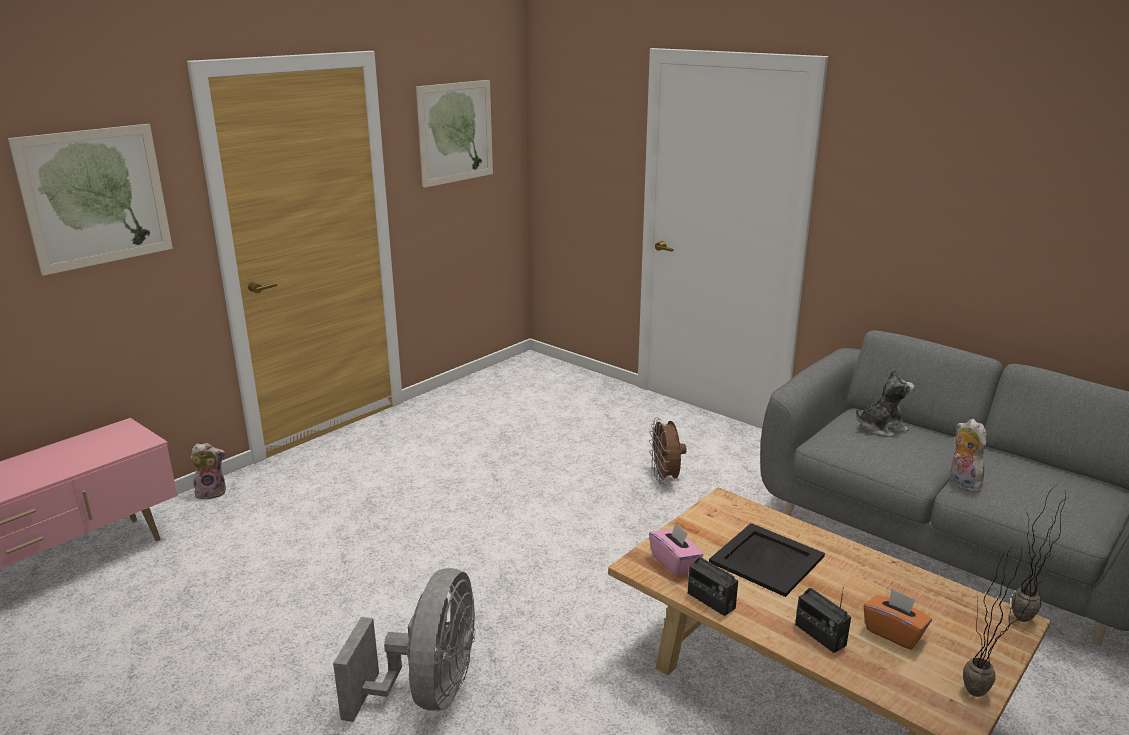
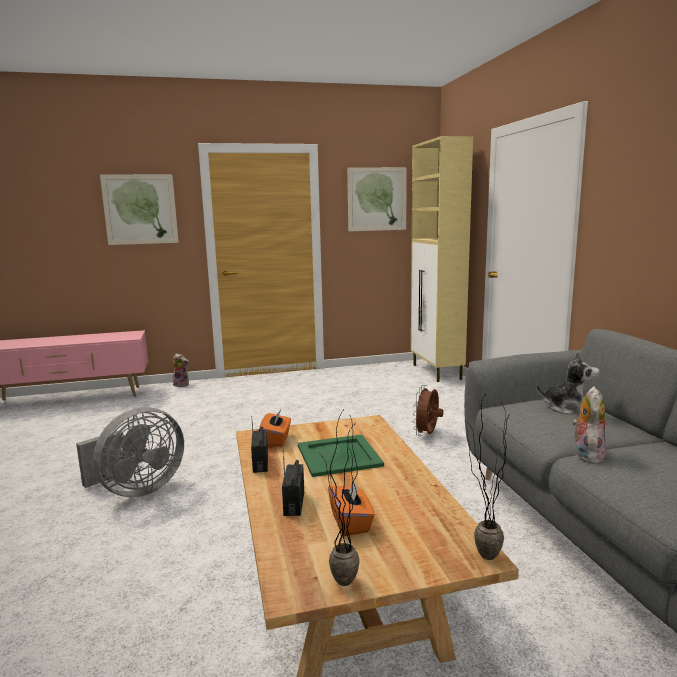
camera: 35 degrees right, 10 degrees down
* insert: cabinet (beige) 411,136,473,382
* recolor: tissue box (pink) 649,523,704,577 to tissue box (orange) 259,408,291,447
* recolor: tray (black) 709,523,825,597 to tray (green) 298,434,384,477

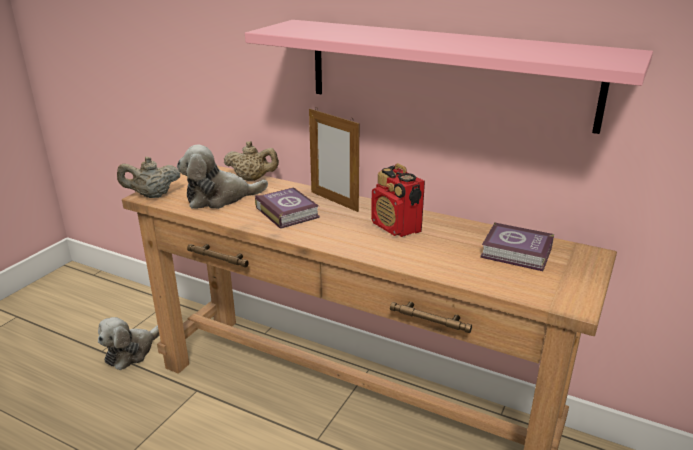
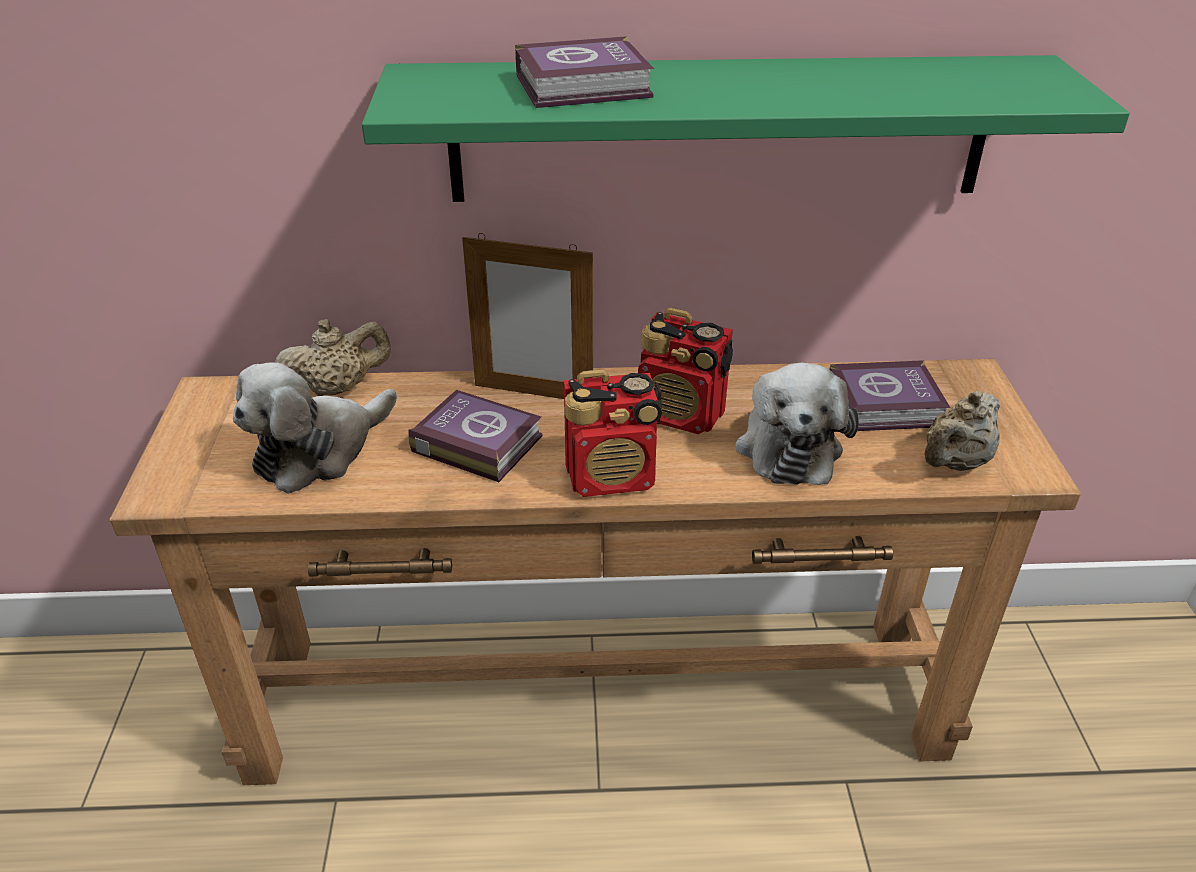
camera: 30 degrees left, 10 degrees up
* insert: book 515,36,654,108
* insert: radio 564,369,662,497
* move: plush toy 98,317,159,370 to 735,363,859,485
* move: teapot (beige) 117,157,180,198 to 924,391,1000,471
* recolor: shelf (pink) 245,20,653,134 to shelf (green) 362,55,1130,202

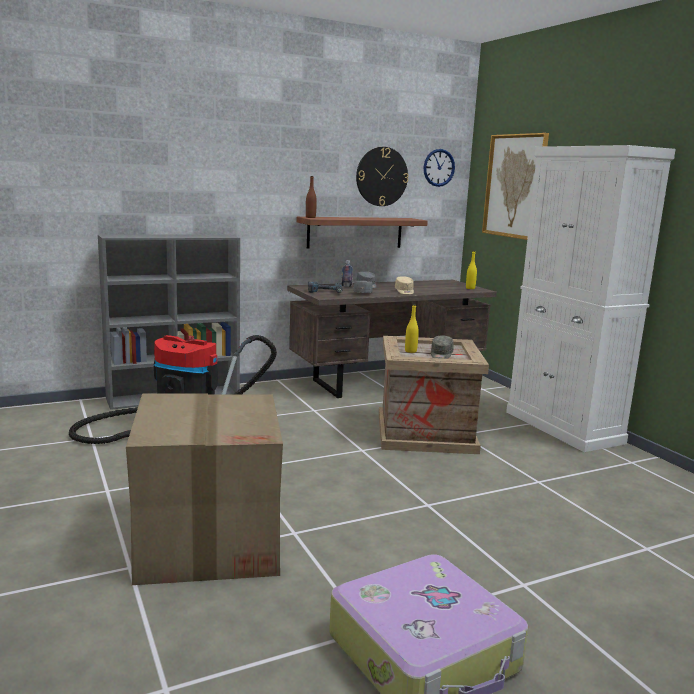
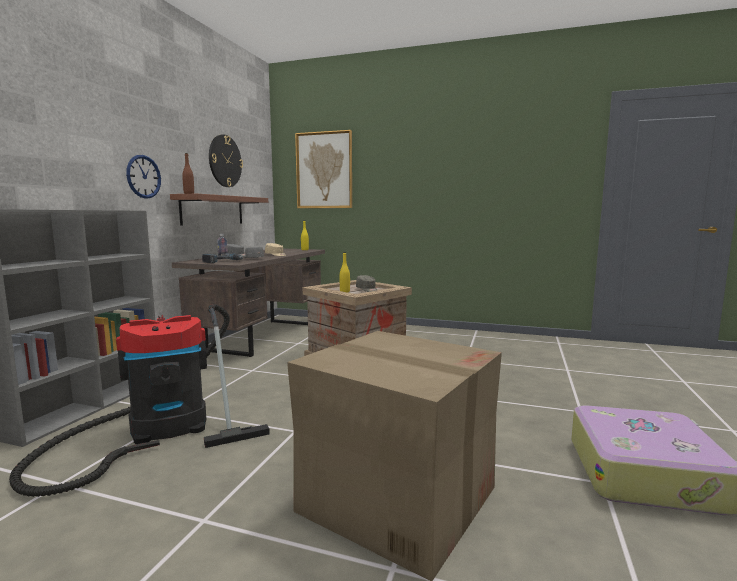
camera: 45 degrees left, 5 degrees down
* delete: cabinet (white) 506,145,676,452
* move: wall clock 424,149,455,187 to 126,155,161,199

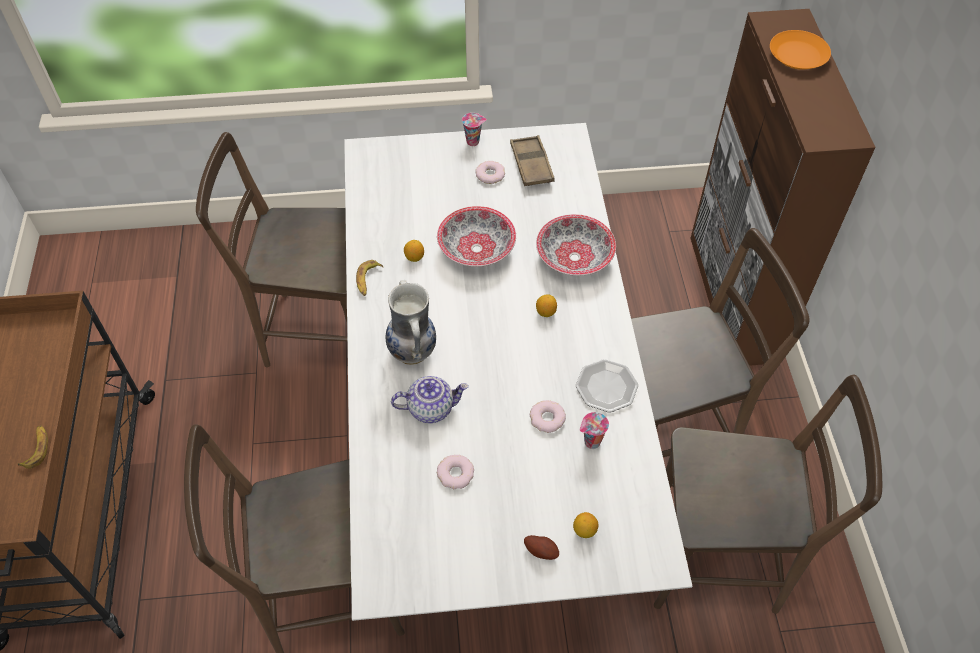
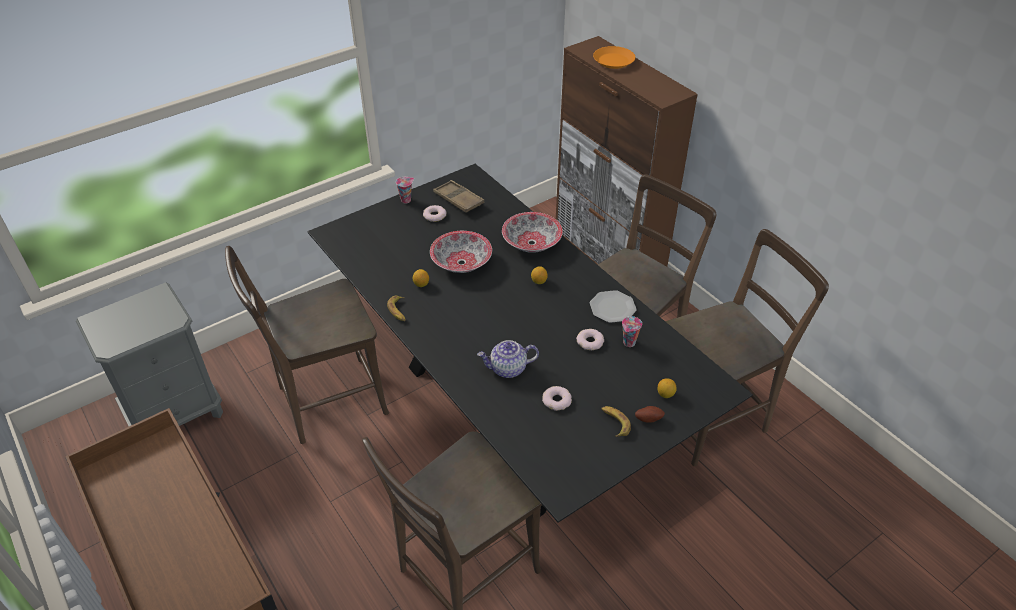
camera: 30 degrees left, 10 degrees down
* delete: vase 386,280,436,365
* insert: nightstand (grey) 76,282,223,426
* move: banana 17,426,48,469 to 601,406,631,437
* recolor: dining table (white) 344,123,693,621 to dining table (black) 307,164,753,523
* rotate: teapot 391,376,468,423 = 477,340,539,378 150 degrees counterclockwise

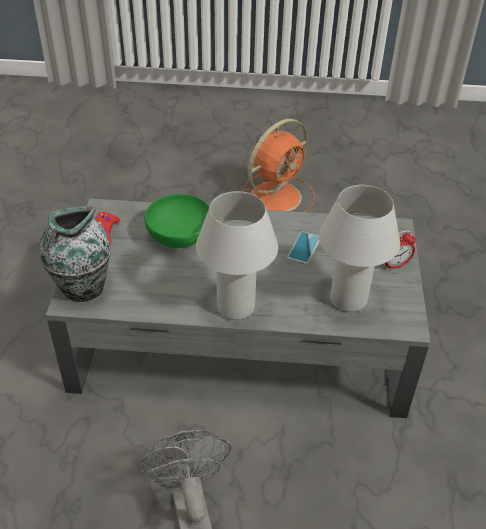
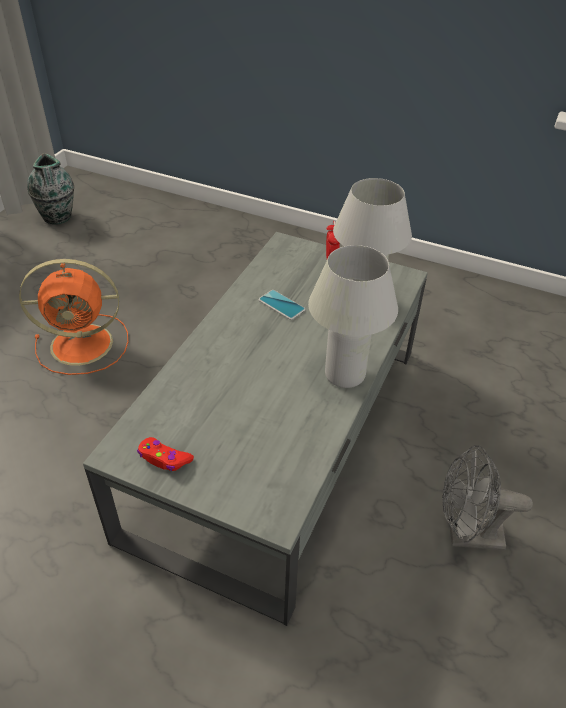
camera: 70 degrees left, 0 degrees up
* delete: bowl (green) 145,194,210,248
* move: vase 39,206,111,302 to 27,153,74,224
* rotate: fan (orange) 243,119,315,212 = 19,259,128,375 105 degrees clockwise

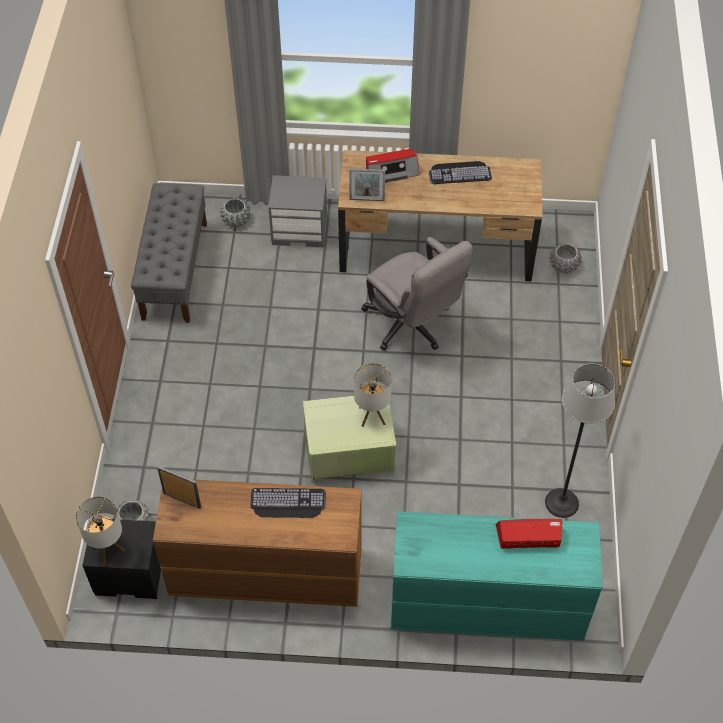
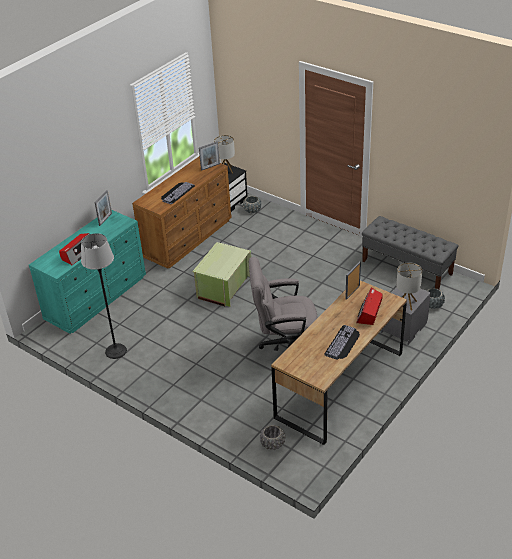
camera: 125 degrees right, 15 degrees down
* insert: picture frame 95,190,112,226
* move: table lamp 354,363,392,427 to 396,262,422,310

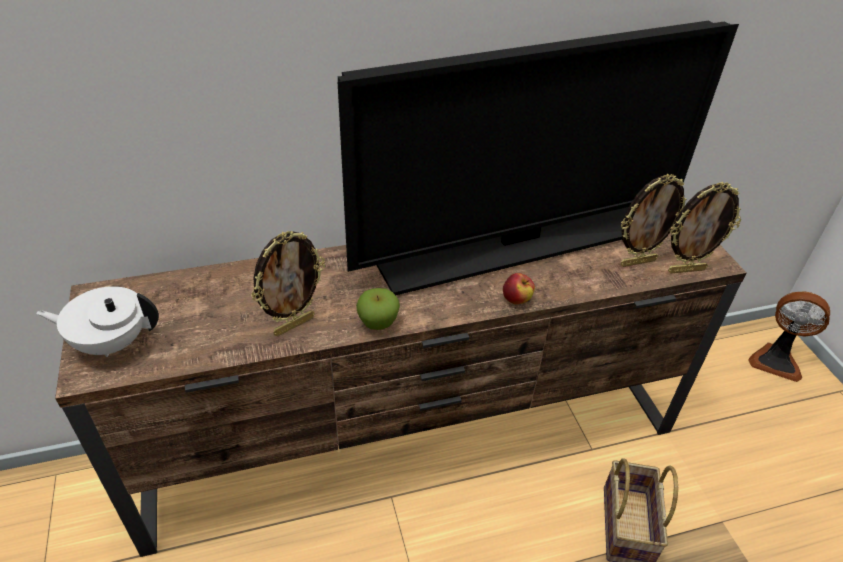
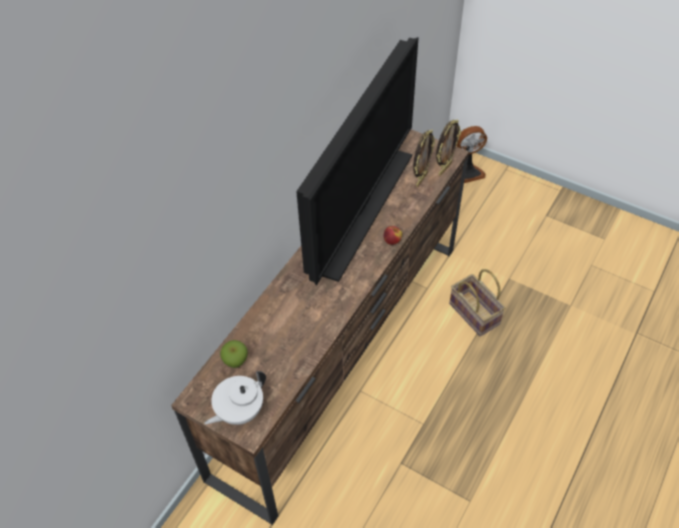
camera: 40 degrees left, 10 degrees up
* delete: picture frame 251,231,325,336
* move: apple 356,288,400,330 to 220,340,248,368

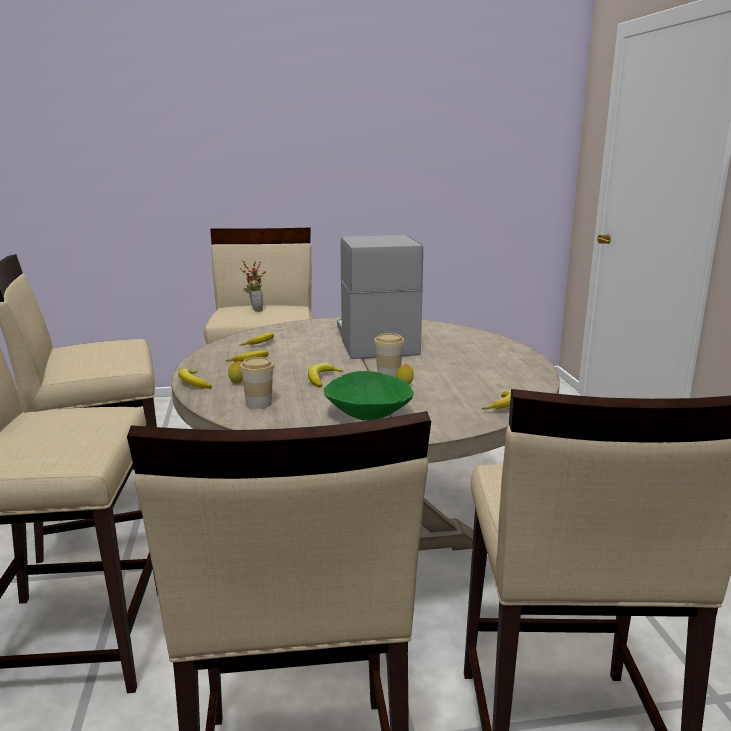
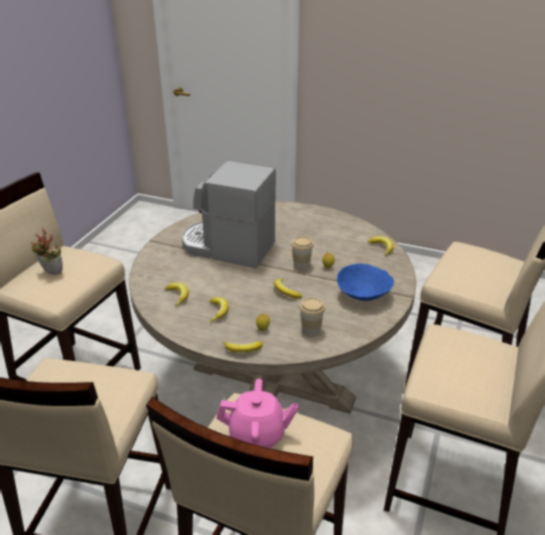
camera: 60 degrees left, 15 degrees up
* insert: teapot (pink) 216,379,299,448
* recolor: bowl (green) 324,371,414,420 to bowl (blue) 337,264,394,301

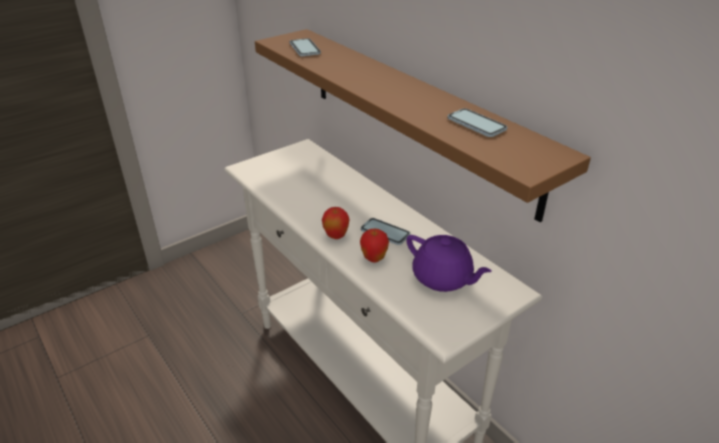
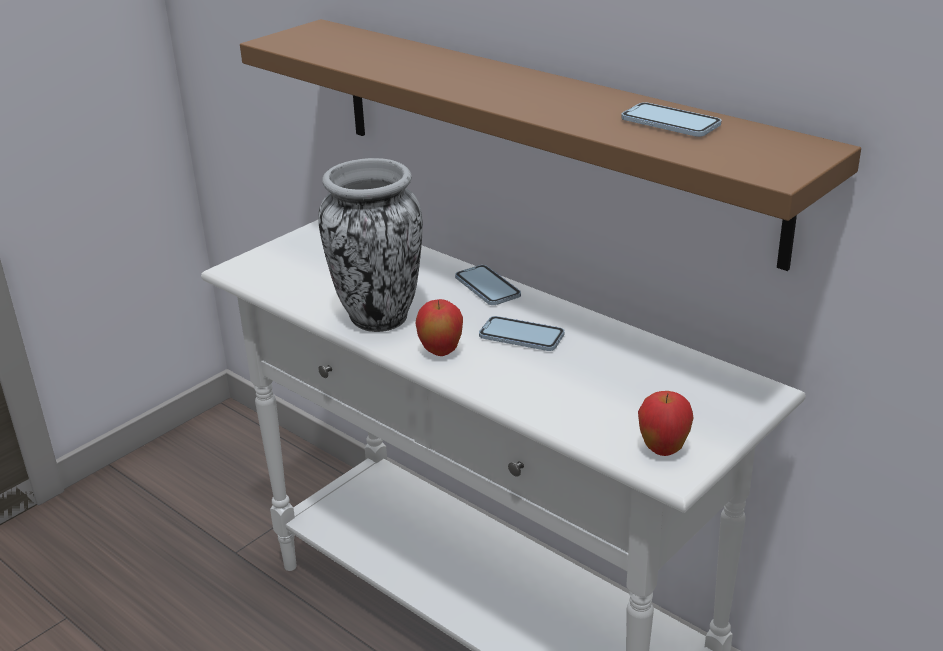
camera: 10 degrees left, 5 degrees down
* delete: teapot (purple) 406,235,492,292
* insert: vase 319,158,423,332
* move: phone 290,38,321,56 to 455,265,521,305
* move: apple 360,229,389,263 to 638,391,694,456

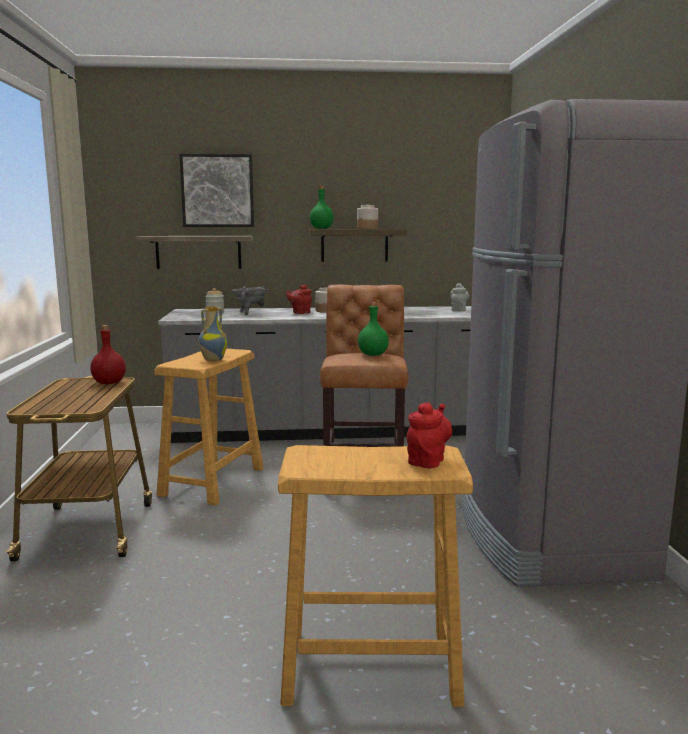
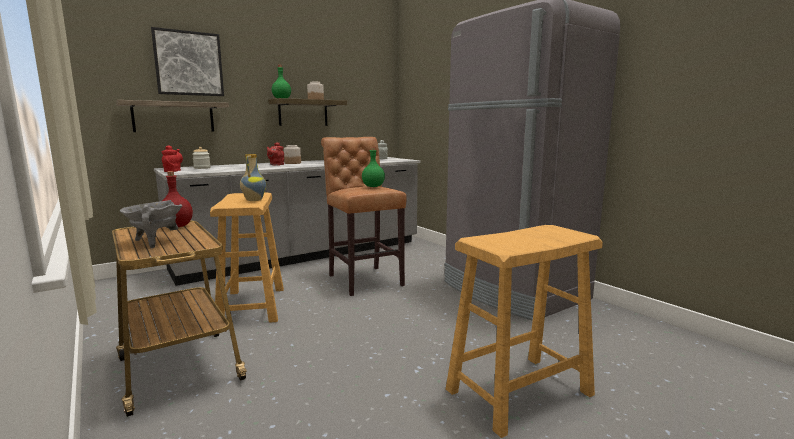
camera: 30 degrees left, 0 degrees up
* move: cooking pot (grey) 232,286,268,315 to 120,200,183,248
* move: teapot (red) 406,402,452,468 to 162,145,183,172

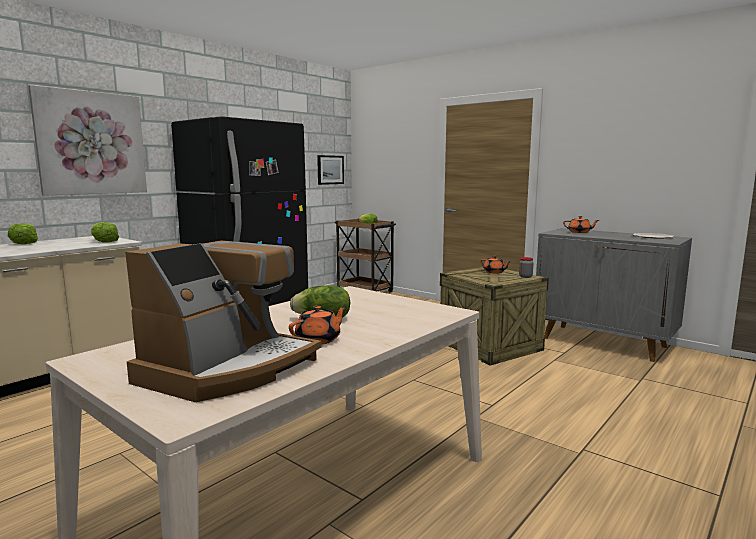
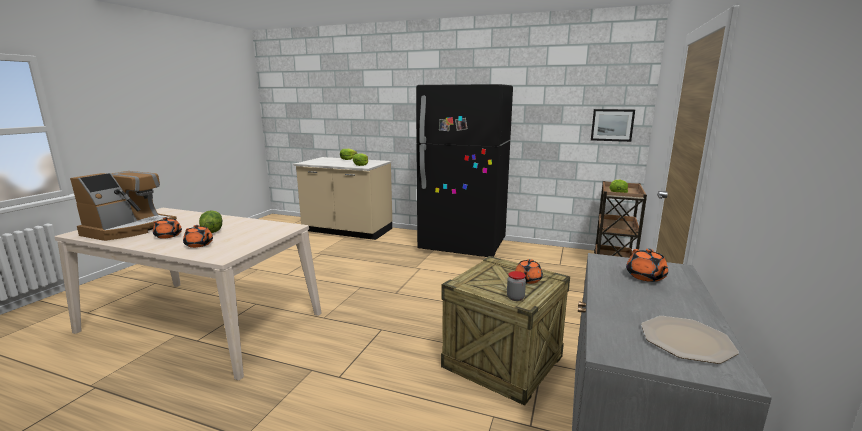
camera: 70 degrees right, 5 degrees up
* delete: picture 28,85,147,196
* insert: teapot (orange) 183,225,213,248
* rotate: coffee machine 125,241,322,402 = 70,171,177,241 75 degrees counterclockwise

